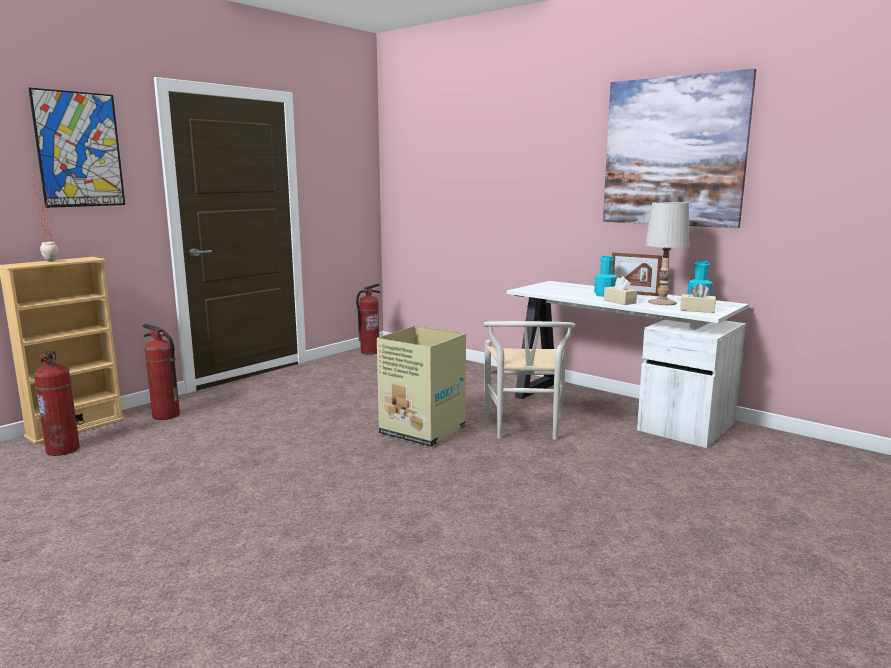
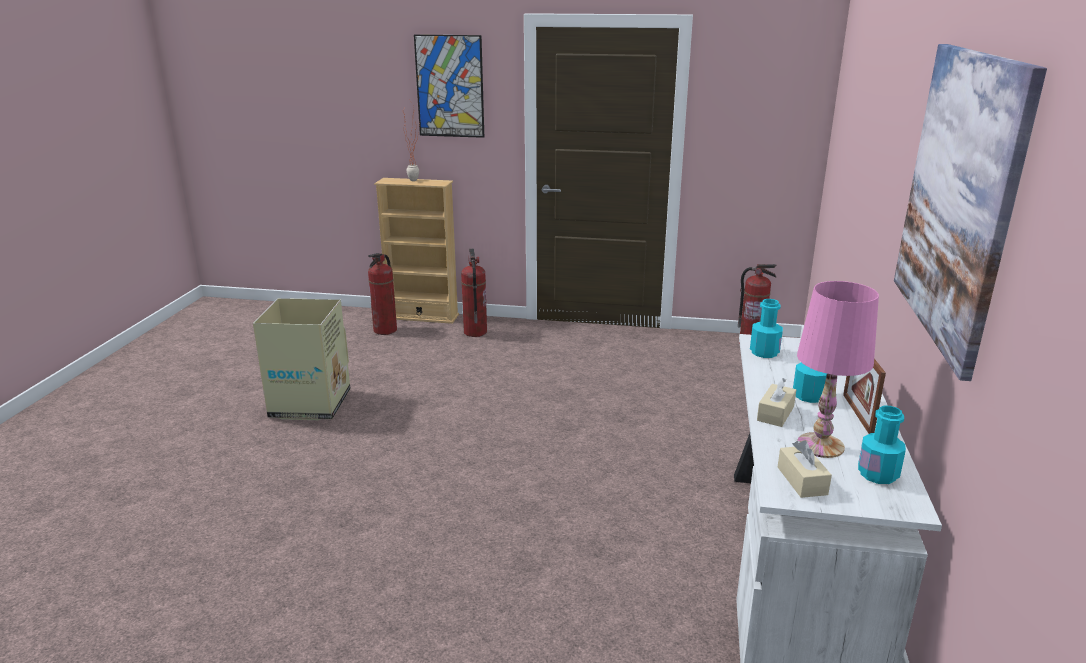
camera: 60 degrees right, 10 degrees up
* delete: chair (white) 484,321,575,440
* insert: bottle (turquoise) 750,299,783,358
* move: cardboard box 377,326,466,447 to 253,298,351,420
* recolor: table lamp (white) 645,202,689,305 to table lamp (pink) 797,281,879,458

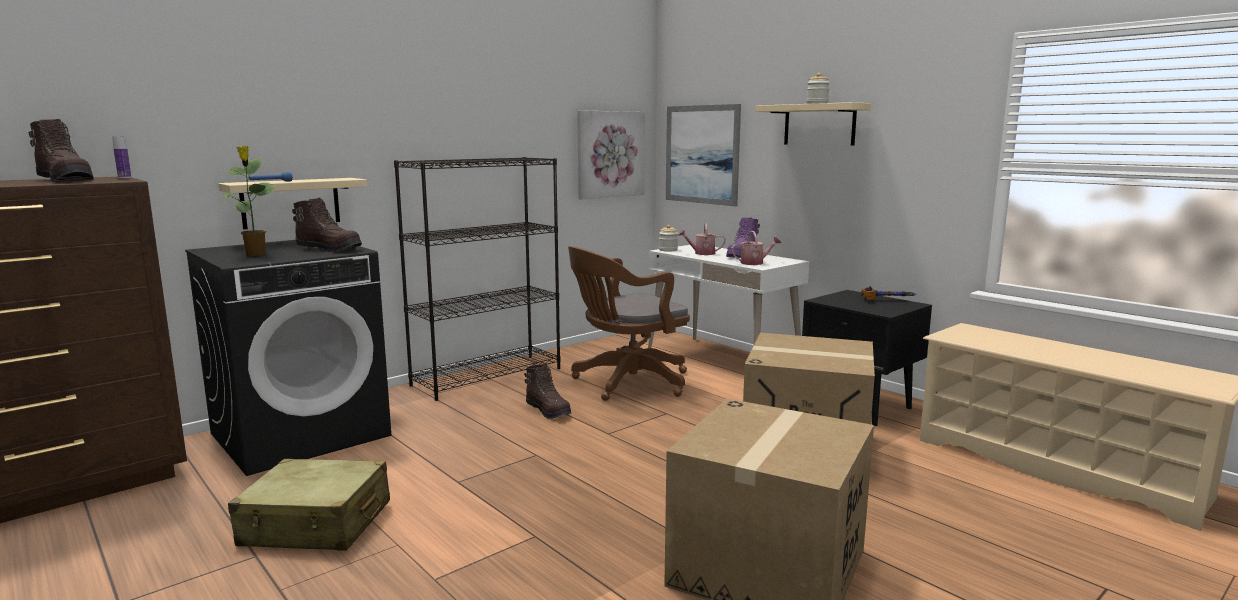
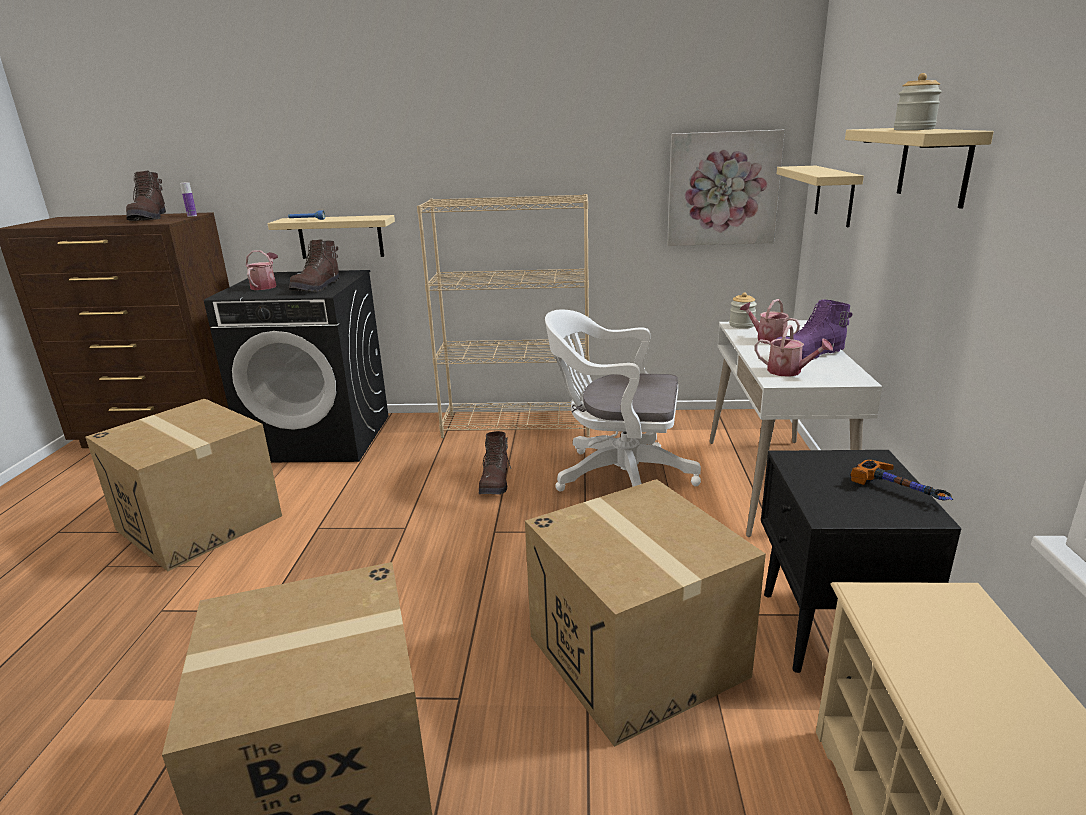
camera: 45 degrees right, 10 degrees up
* replace: potted plant 221,146,275,256 to watering can 246,251,278,290
* replace: suitcase (beige) 228,459,390,551 to cardboard box 85,399,282,571
* replace: picture 666,104,741,206 to shelf (beige) 777,166,864,227
* recolor: bookcase (black) 394,157,561,401 to bookcase (beige) 417,194,590,438
* recolor: office chair (brown) 568,246,690,401 to office chair (white) 545,309,701,491
* rotate: boot (brown) 292,197,362,252 = 289,239,340,292 45 degrees clockwise

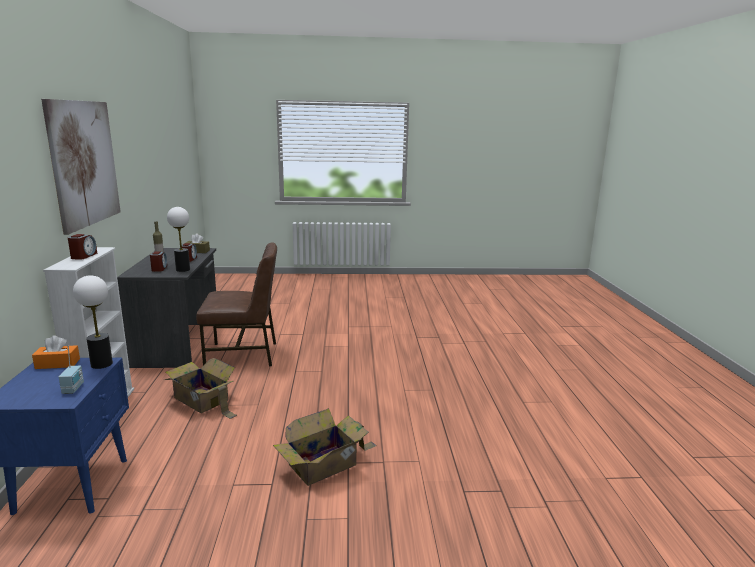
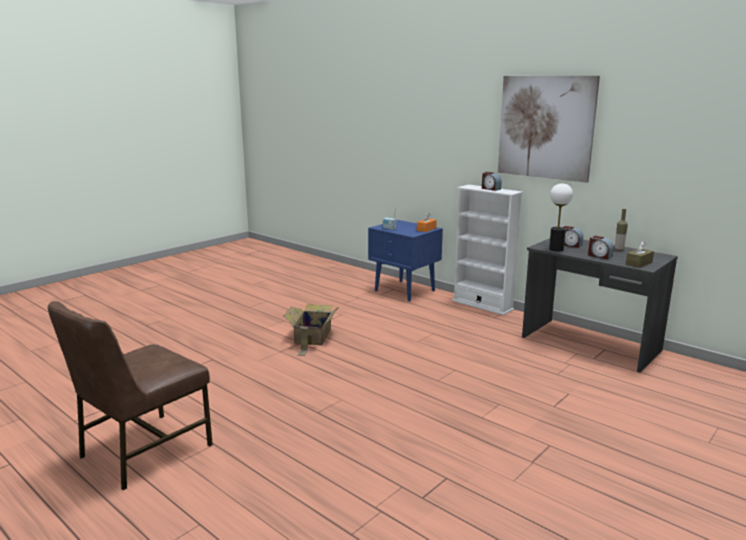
camera: 135 degrees right, 0 degrees up
* delete: table lamp 73,275,113,369
* delete: cardboard box 165,358,237,419
* move: chair (brown) 196,242,277,366 to 48,301,213,490

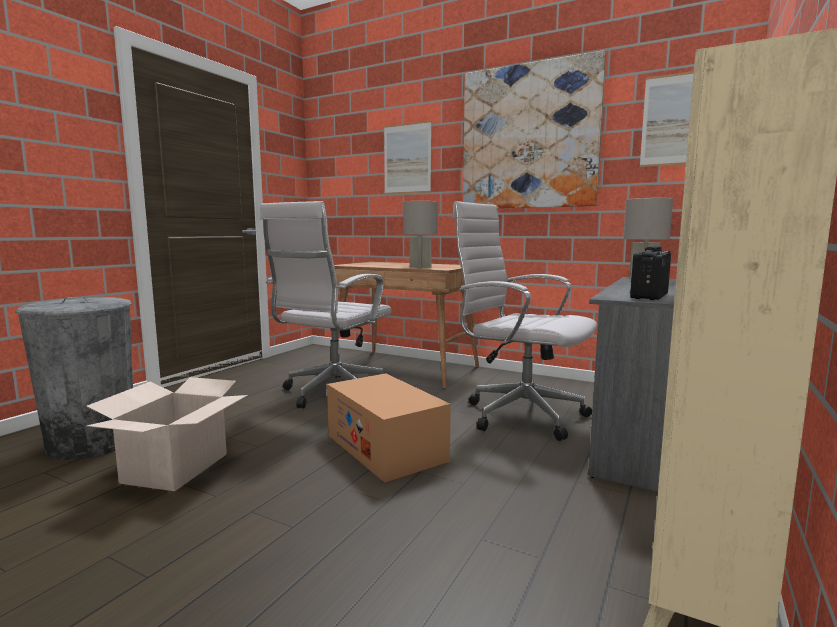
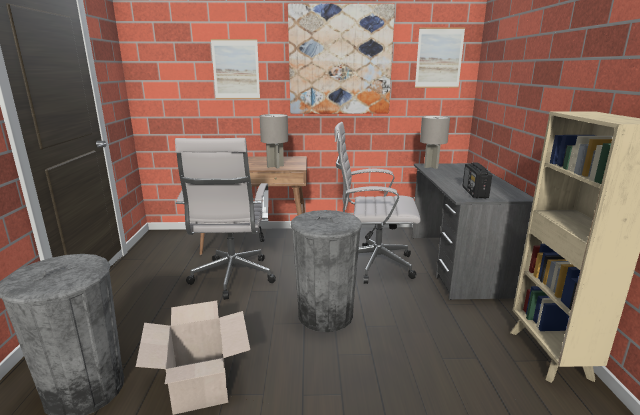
camera: 30 degrees left, 10 degrees up
* replace: cardboard box 327,373,451,483 to trash can (grey) 291,210,362,332

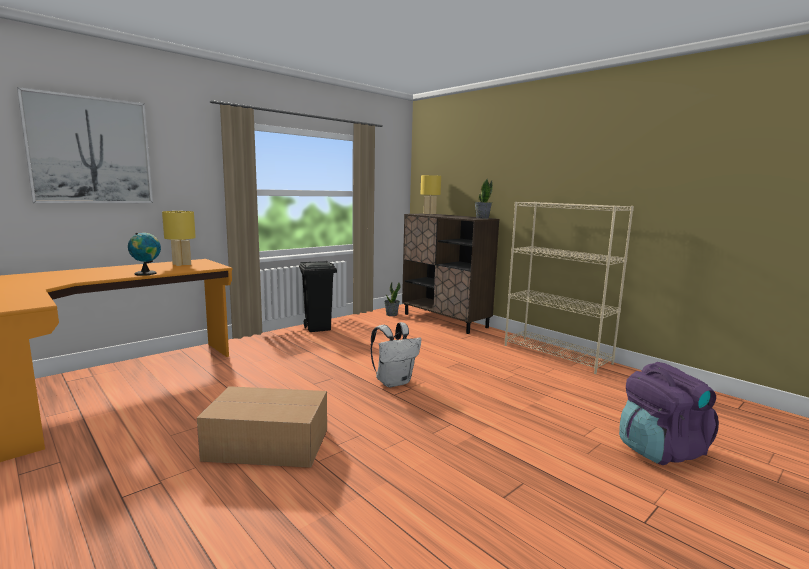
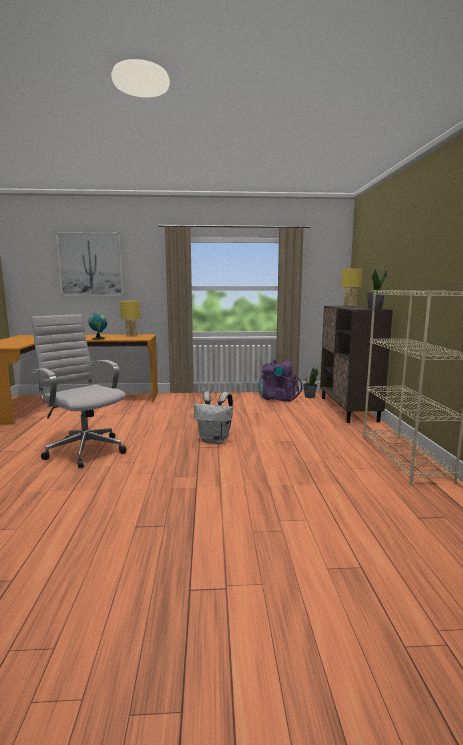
camera: 40 degrees right, 0 degrees up
* delete: trash can (black) 299,261,337,332
* move: backpack (purple) 619,362,719,465 to 258,360,302,402
* replace: cardboard box 197,386,327,468 to office chair (white) 31,314,127,468

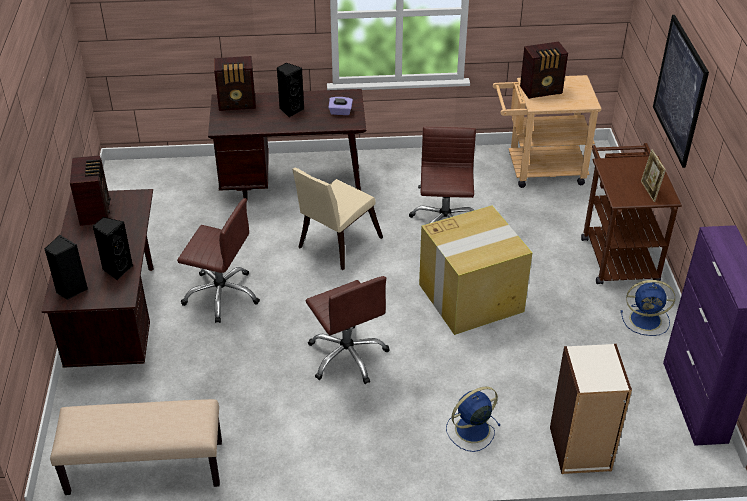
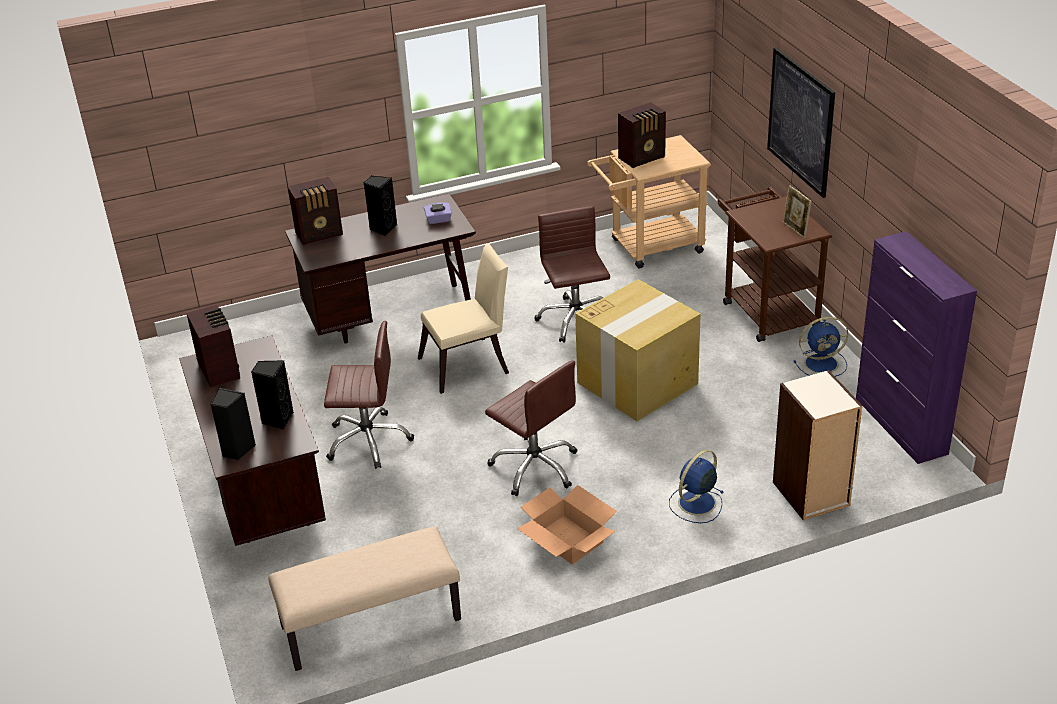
camera: 15 degrees left, 5 degrees down
* insert: cardboard box 517,485,617,564
* rotate: chair (beige) 292,168,383,270 = 418,243,509,394 135 degrees counterclockwise

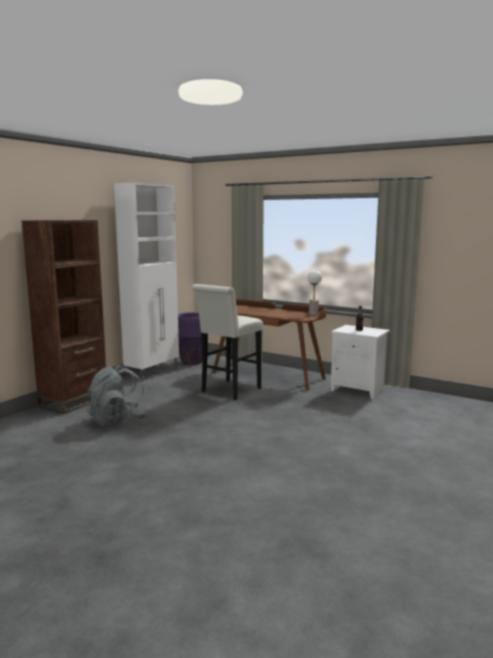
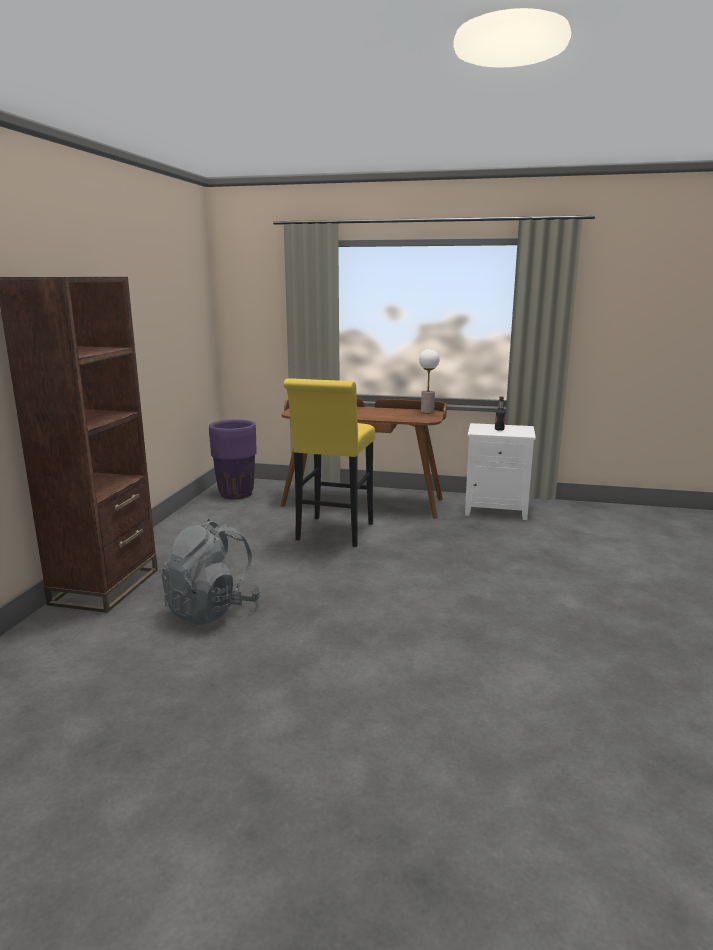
camera: 20 degrees left, 5 degrees up
* delete: cabinet (white) 114,182,179,381
* recolor: stool (white) 192,284,263,400 to stool (yellow) 284,378,375,547

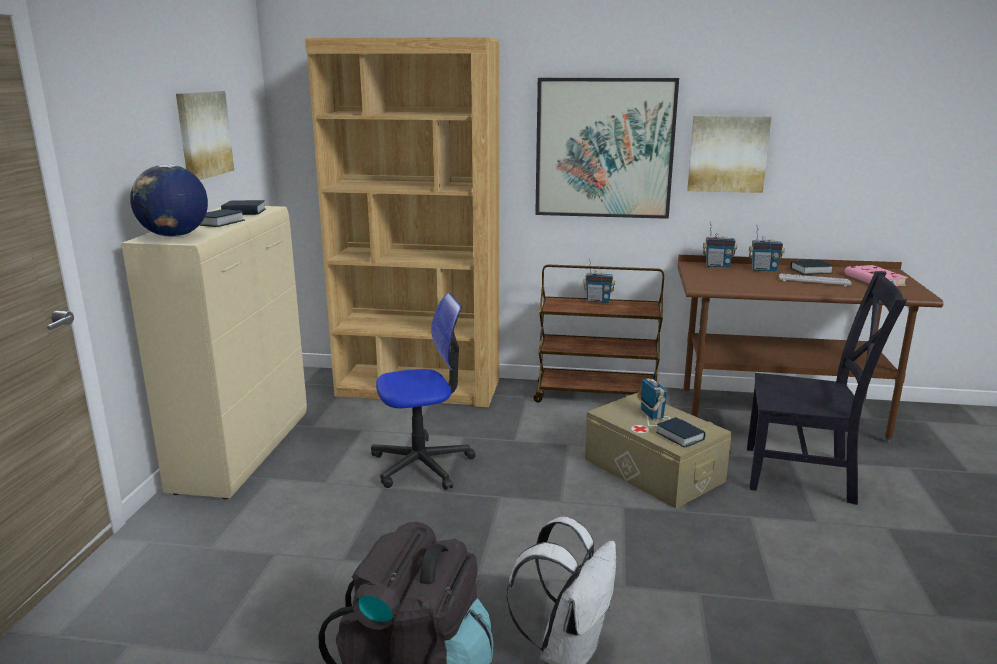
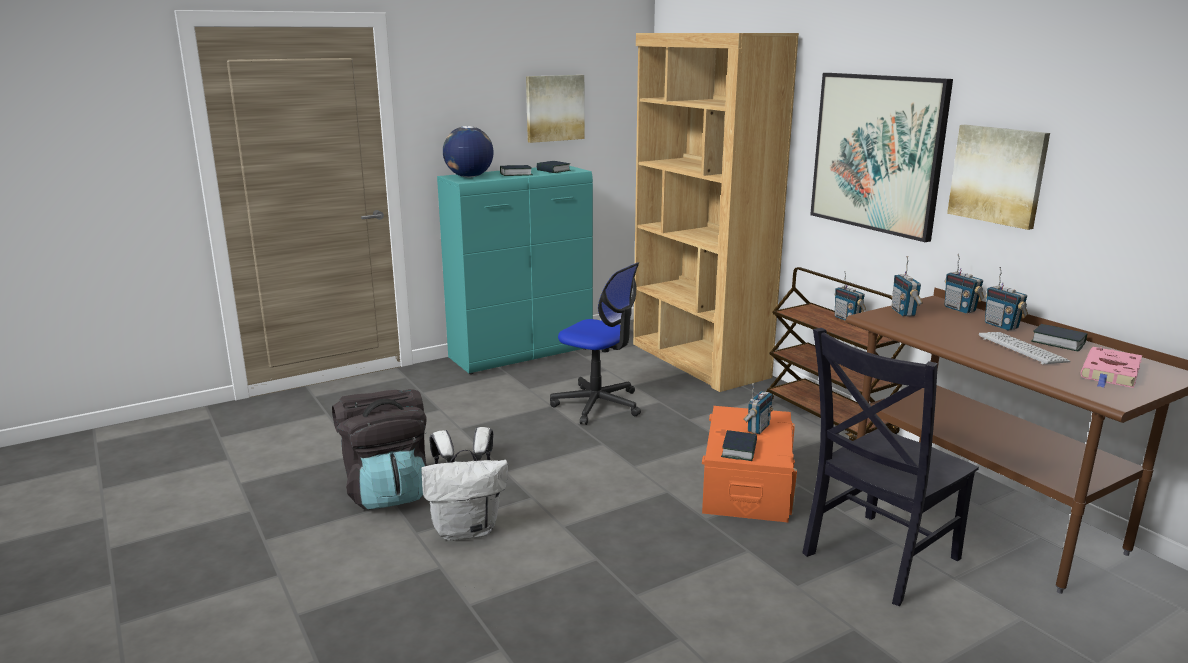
camera: 50 degrees right, 0 degrees up
* insert: radio 891,256,923,317
* recolor: cabinet (beige) 121,206,307,499 to cabinet (turquoise) 437,166,593,374
* recolor: storage box (beige) 585,393,732,509 to storage box (orange) 702,406,797,522
* rotate: chair (black) 747,271,907,505 = 802,328,979,606 75 degrees clockwise

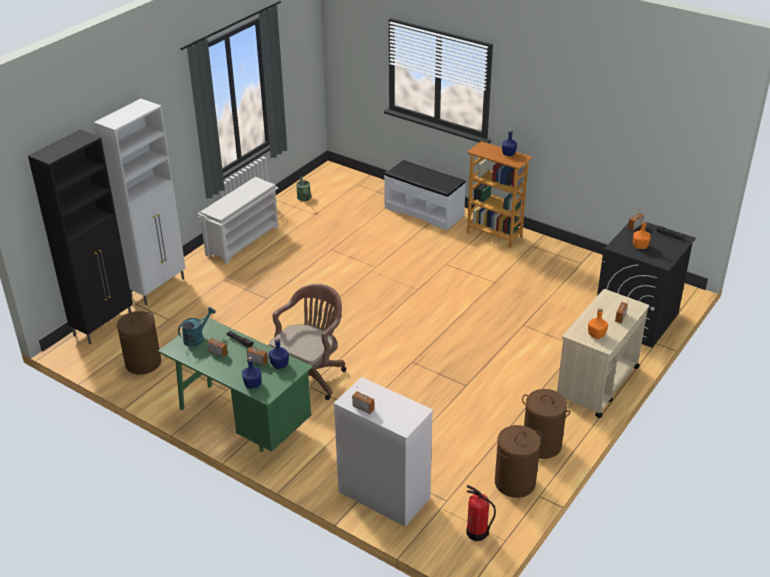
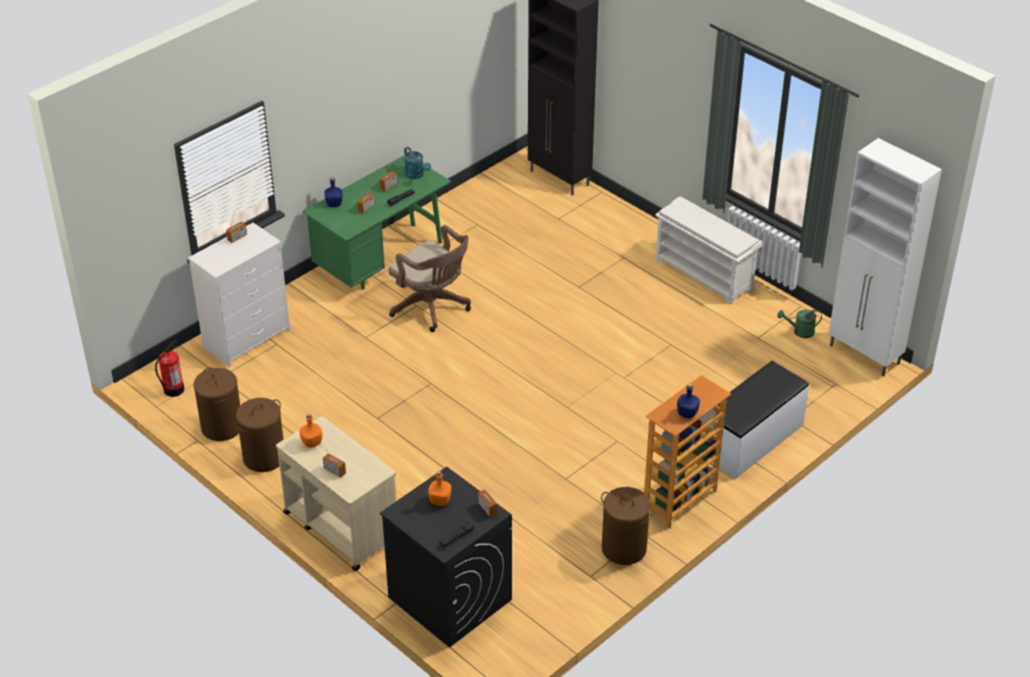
camera: 100 degrees right, 5 degrees up
* delete: bottle (blue) 269,338,289,369
* move: cabinet (white) 94,99,185,305 to 829,138,942,377
* move: laundry basket (brown) 117,311,161,375 to 601,487,652,565

